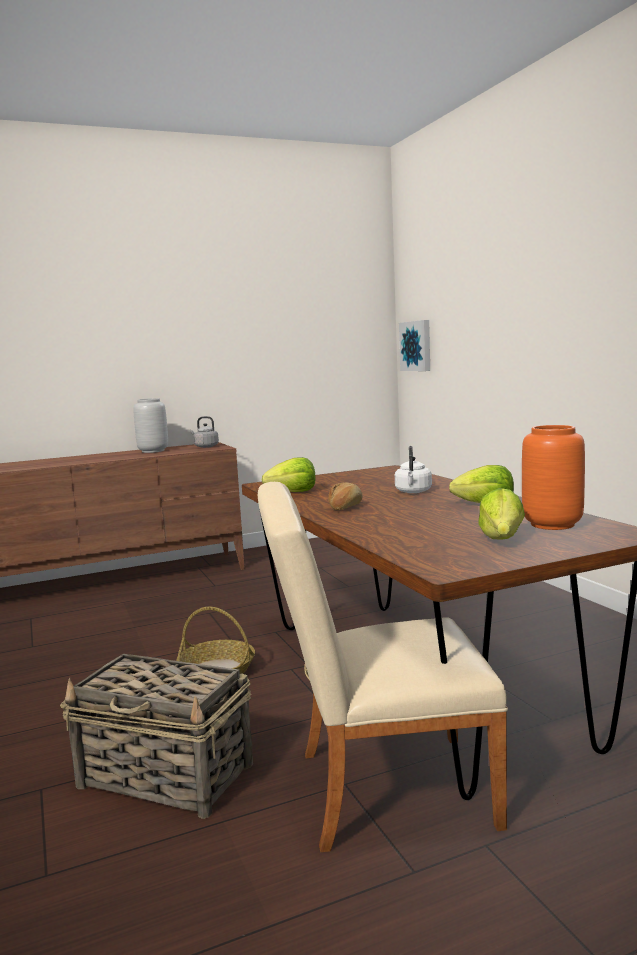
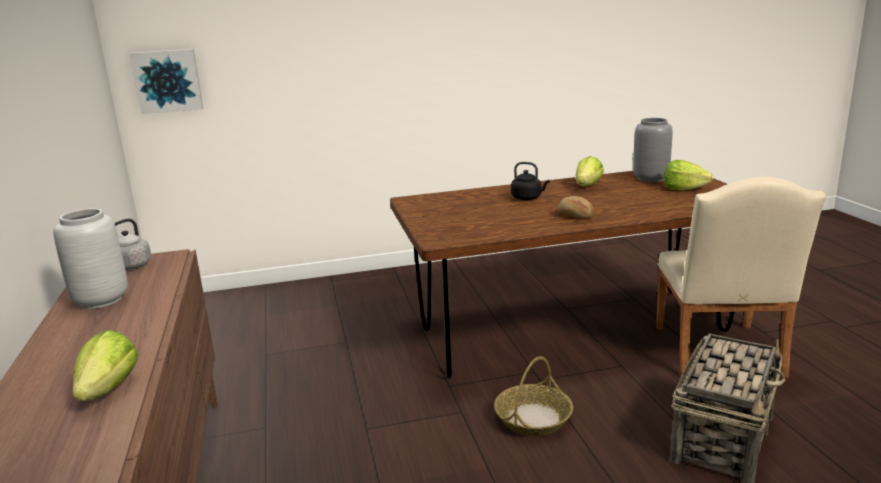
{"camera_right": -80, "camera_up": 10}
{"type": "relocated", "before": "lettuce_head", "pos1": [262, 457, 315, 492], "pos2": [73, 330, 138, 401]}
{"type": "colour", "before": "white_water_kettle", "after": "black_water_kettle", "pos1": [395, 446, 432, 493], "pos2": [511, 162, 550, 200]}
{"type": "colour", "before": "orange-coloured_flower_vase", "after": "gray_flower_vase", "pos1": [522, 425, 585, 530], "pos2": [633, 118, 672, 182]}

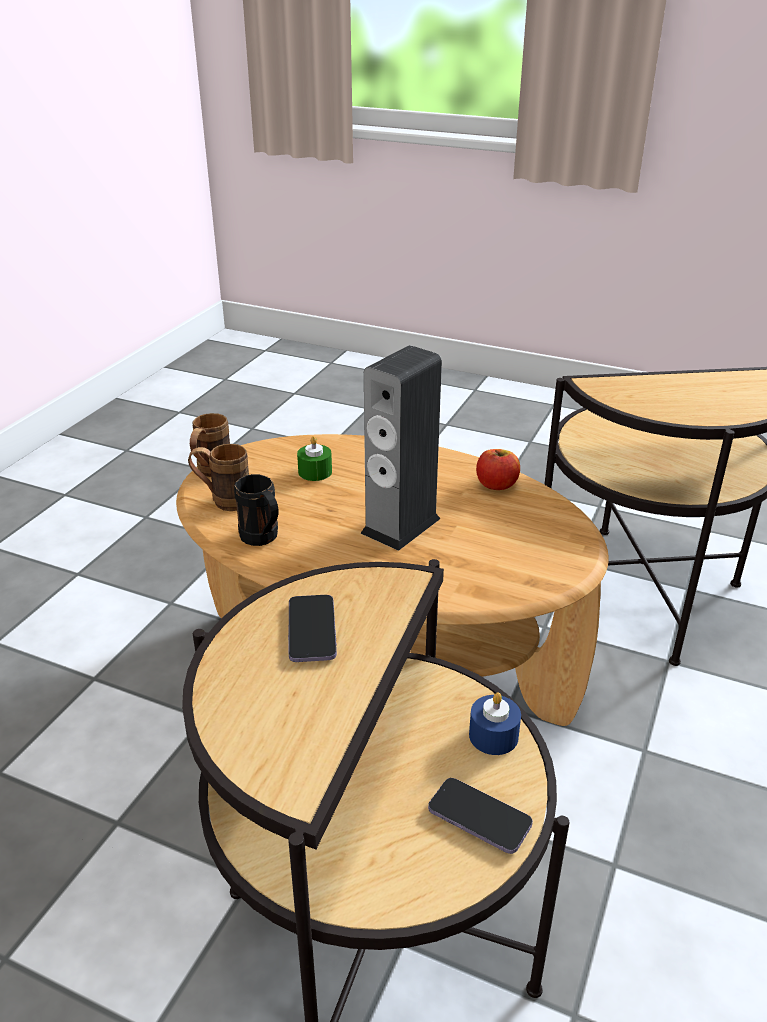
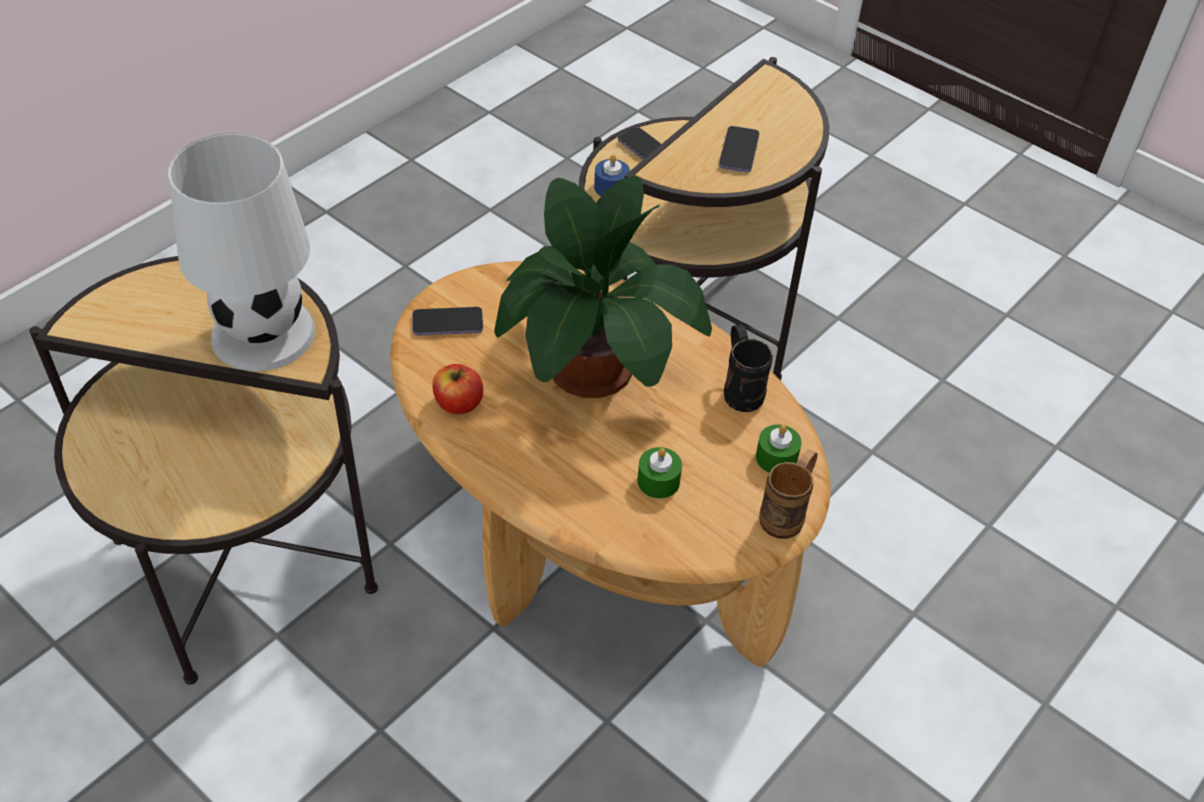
{"camera_right": -165, "camera_up": 15}
{"type": "exchanged", "before": "brownish_tea_mug", "after": "green_wax_light", "pos1": [188, 444, 249, 511], "pos2": [756, 424, 802, 473]}
{"type": "exchanged", "before": "audio_speaker", "after": "plant_in_a_pot", "pos1": [361, 345, 442, 551], "pos2": [494, 176, 712, 398]}
{"type": "appeared", "after": "white_table_lamp", "pos2": [168, 133, 315, 371]}
{"type": "appeared", "after": "handset", "pos2": [412, 307, 483, 336]}

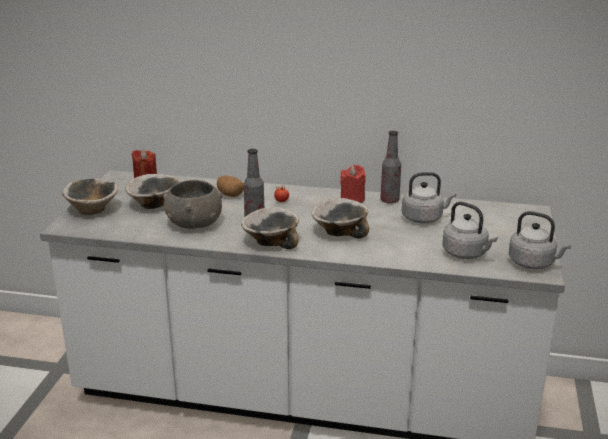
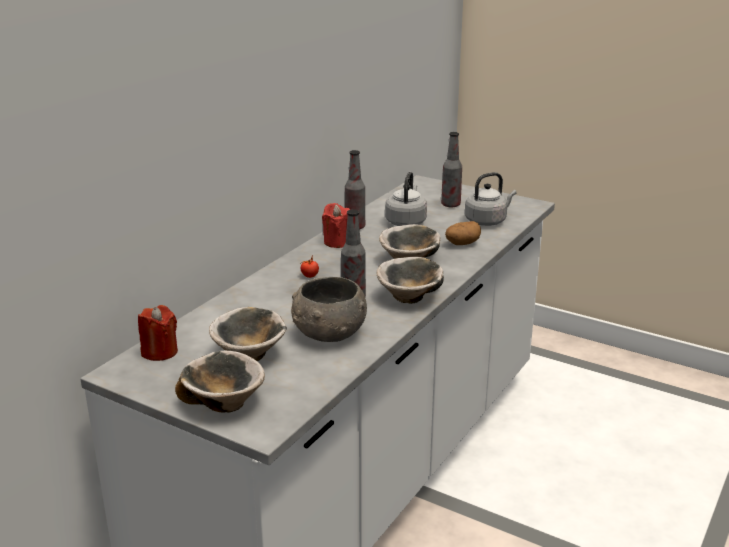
{"camera_right": -70, "camera_up": 0}
{"type": "relocated", "before": "spud", "pos1": [217, 176, 244, 197], "pos2": [445, 221, 481, 245]}
{"type": "missing", "before": "gray_water_kettle", "pos1": [508, 211, 572, 269]}
{"type": "appeared", "after": "drink_bottle", "pos2": [441, 132, 462, 208]}

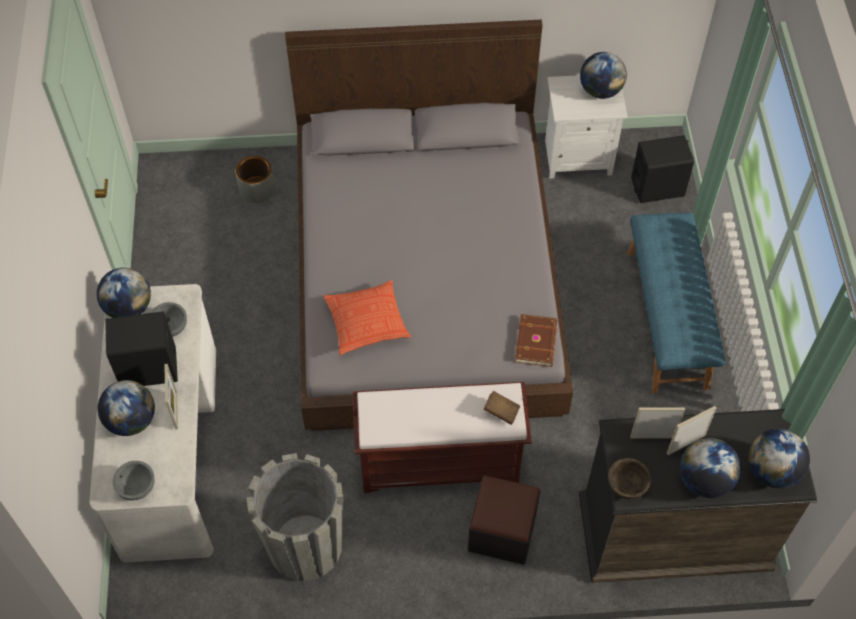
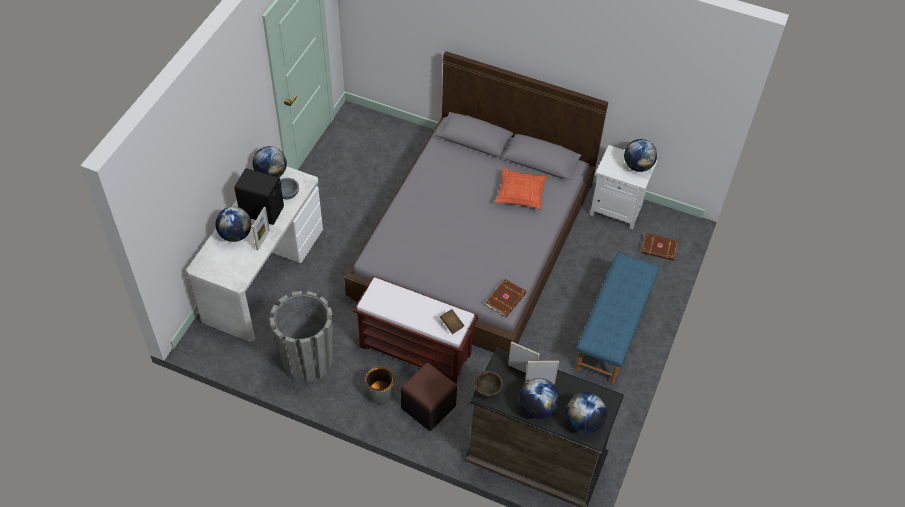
{"camera_right": 25, "camera_up": -5}
{"type": "missing", "before": "gray_deep_dish", "pos1": [113, 461, 155, 500]}
{"type": "relocated", "before": "gray_flower_pot", "pos1": [235, 156, 275, 203], "pos2": [365, 367, 395, 404]}
{"type": "relocated", "before": "orange-coloured_pillow", "pos1": [323, 280, 411, 355], "pos2": [495, 168, 548, 210]}
{"type": "exchanged", "before": "black_audio_speaker", "after": "brownish_book", "pos1": [631, 135, 694, 203], "pos2": [641, 233, 678, 261]}

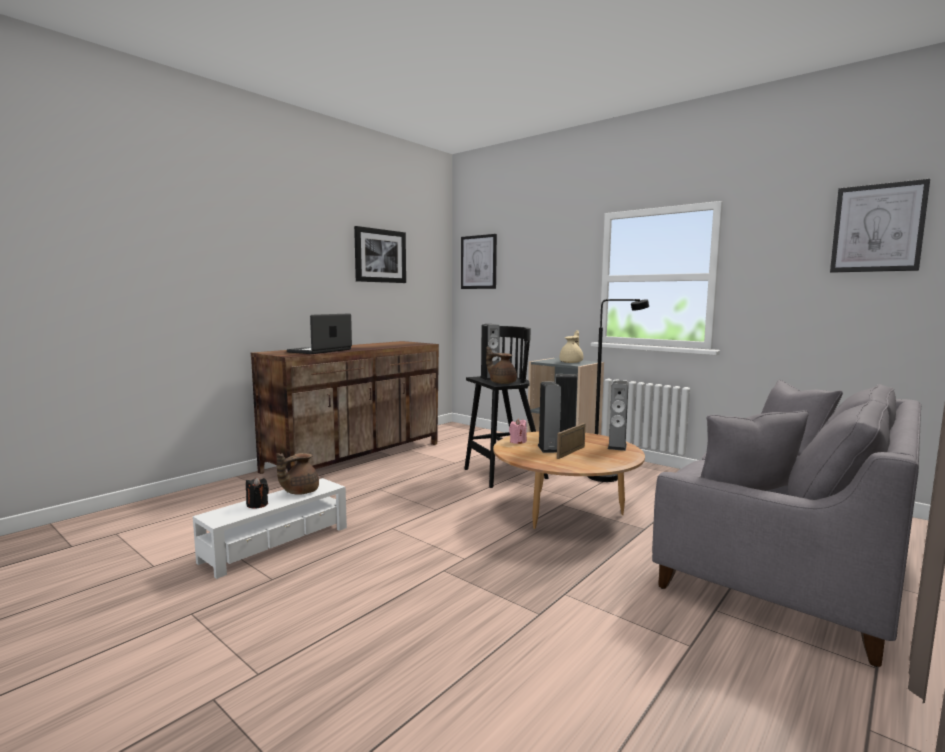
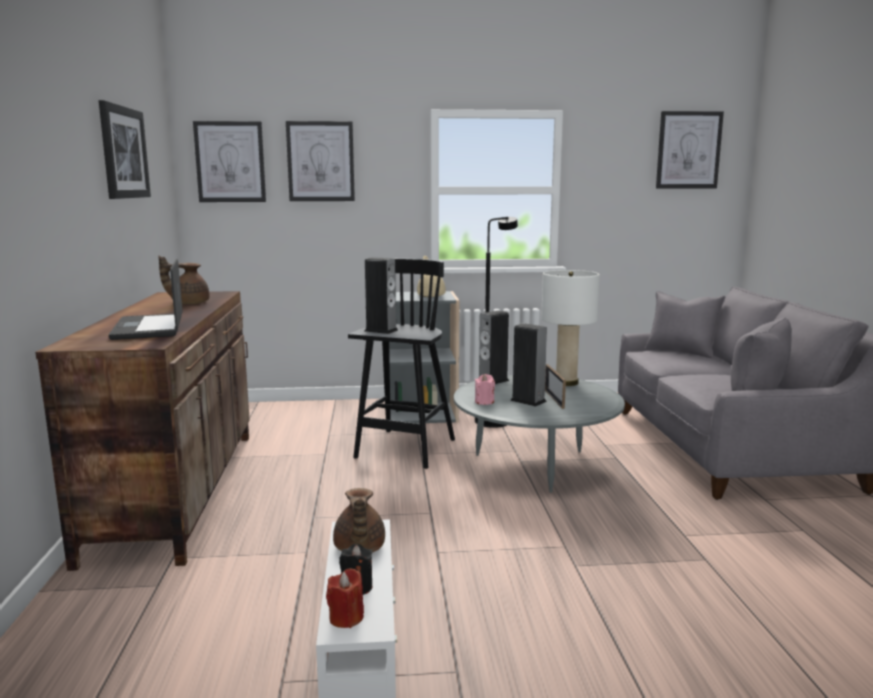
{"camera_right": -45, "camera_up": 5}
{"type": "relocated", "before": "brownish_tea_pot", "pos1": [486, 347, 517, 384], "pos2": [158, 256, 210, 304]}
{"type": "colour", "before": "brownish_low_table", "after": "gray_low_table", "pos1": [493, 431, 645, 529], "pos2": [454, 375, 625, 493]}
{"type": "exchanged", "before": "audio_speaker", "after": "white_table_lamp", "pos1": [608, 380, 629, 451], "pos2": [541, 270, 599, 386]}
{"type": "appeared", "after": "wall_art", "pos2": [286, 121, 355, 201]}
{"type": "appeared", "after": "reddish_wax_light", "pos2": [326, 569, 364, 628]}

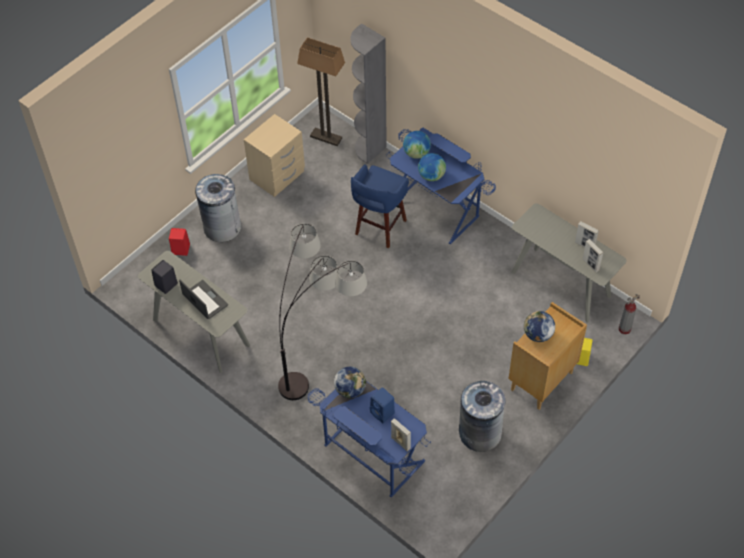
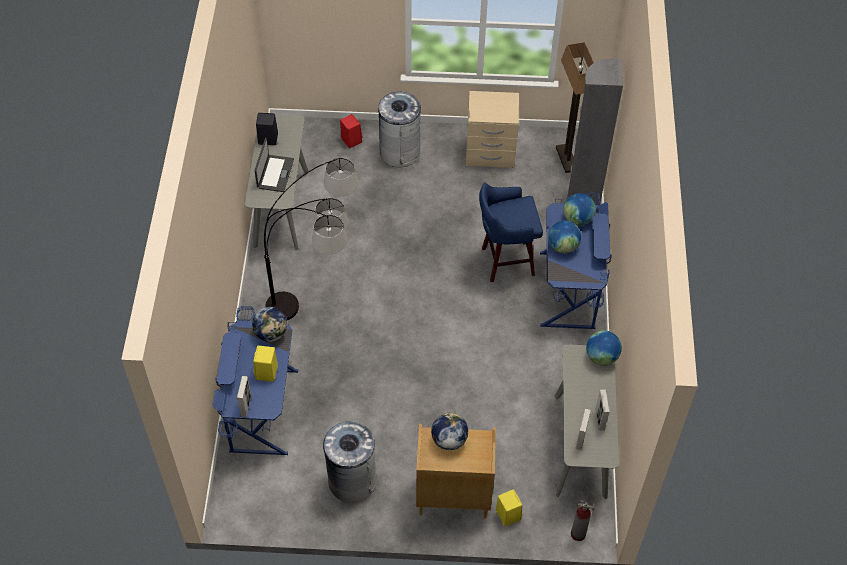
{"camera_right": 50, "camera_up": 0}
{"type": "colour", "before": "bluish_audio_speaker", "after": "yellow_audio_speaker", "pos1": [370, 387, 395, 423], "pos2": [253, 345, 278, 382]}
{"type": "appeared", "after": "globe", "pos2": [586, 331, 622, 366]}

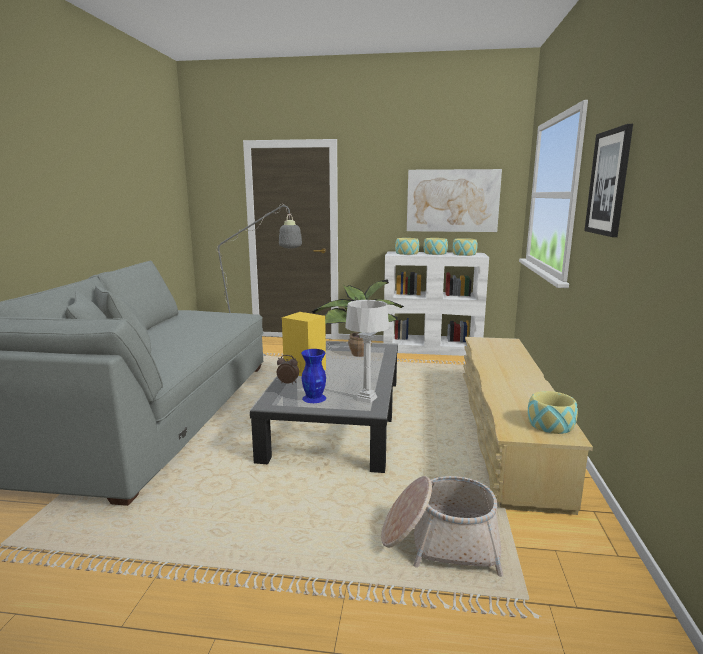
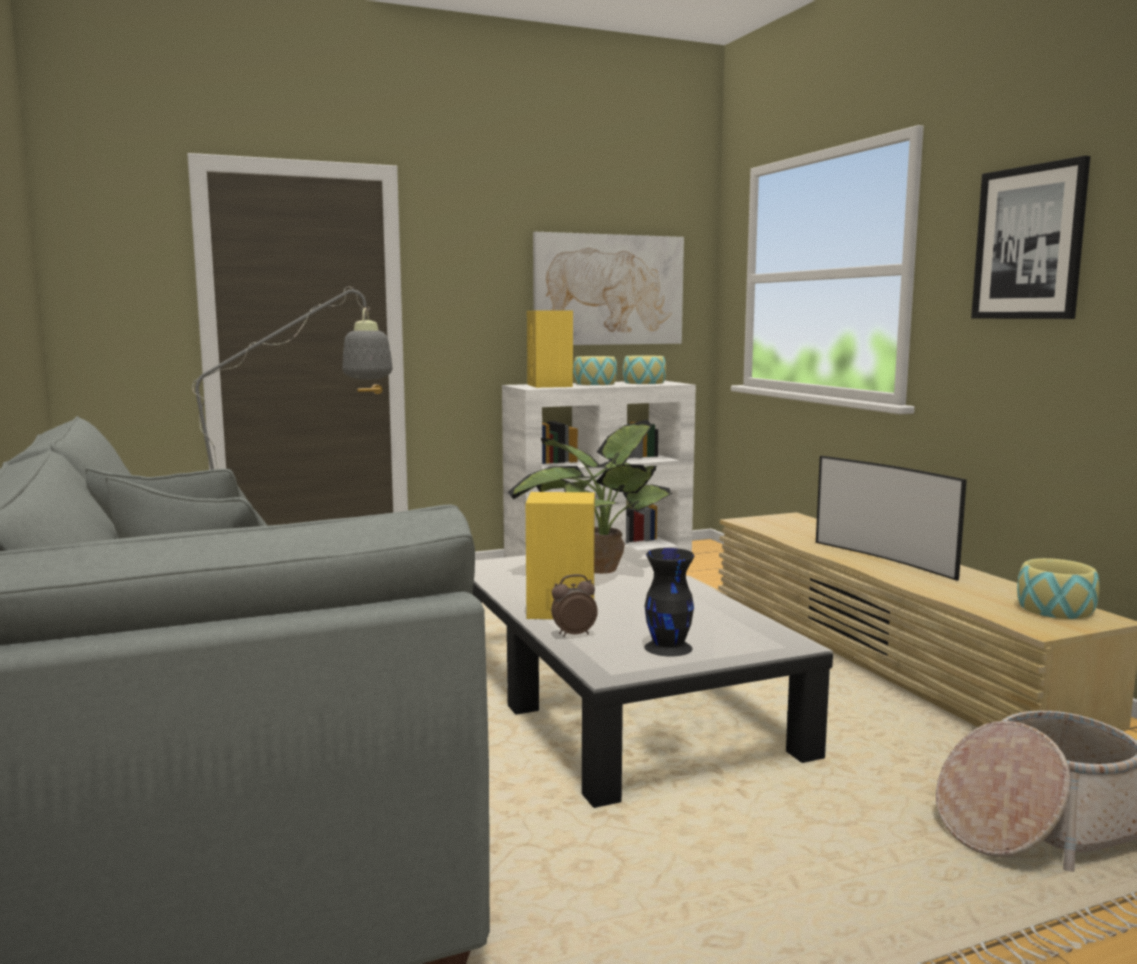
{"camera_right": -30, "camera_up": -5}
{"type": "colour", "before": "bluish_flower_vase", "after": "black_flower_vase", "pos1": [301, 349, 326, 403], "pos2": [644, 548, 695, 657]}
{"type": "missing", "before": "gray_table_lamp", "pos1": [345, 300, 389, 403]}
{"type": "exchanged", "before": "deep_dish", "after": "yellow_audio_speaker", "pos1": [395, 238, 419, 255], "pos2": [527, 311, 573, 388]}
{"type": "appeared", "after": "television", "pos2": [816, 456, 967, 581]}

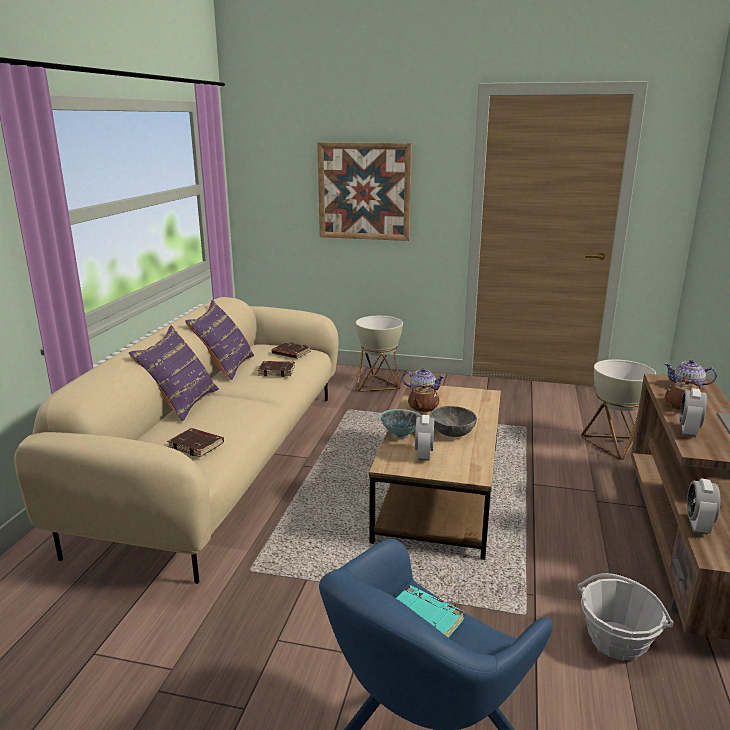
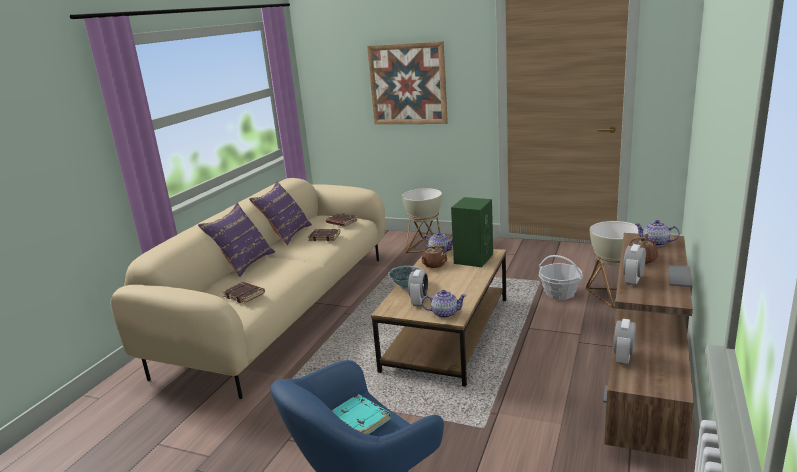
{"camera_right": 10, "camera_up": 0}
{"type": "missing", "before": "gray_deep_dish", "pos1": [430, 406, 477, 437]}
{"type": "relocated", "before": "storage_basket", "pos1": [578, 573, 674, 660], "pos2": [539, 255, 583, 300]}
{"type": "appeared", "after": "tea_pot", "pos2": [422, 290, 467, 318]}
{"type": "appeared", "after": "green_audio_speaker", "pos2": [451, 197, 493, 267]}

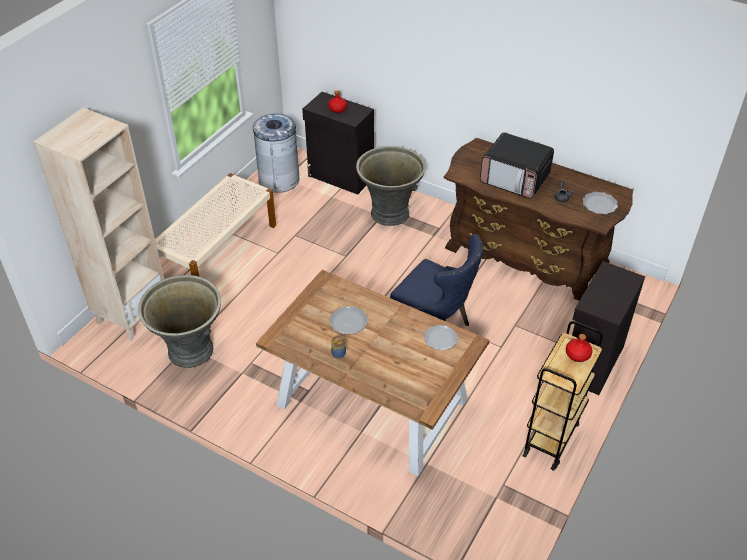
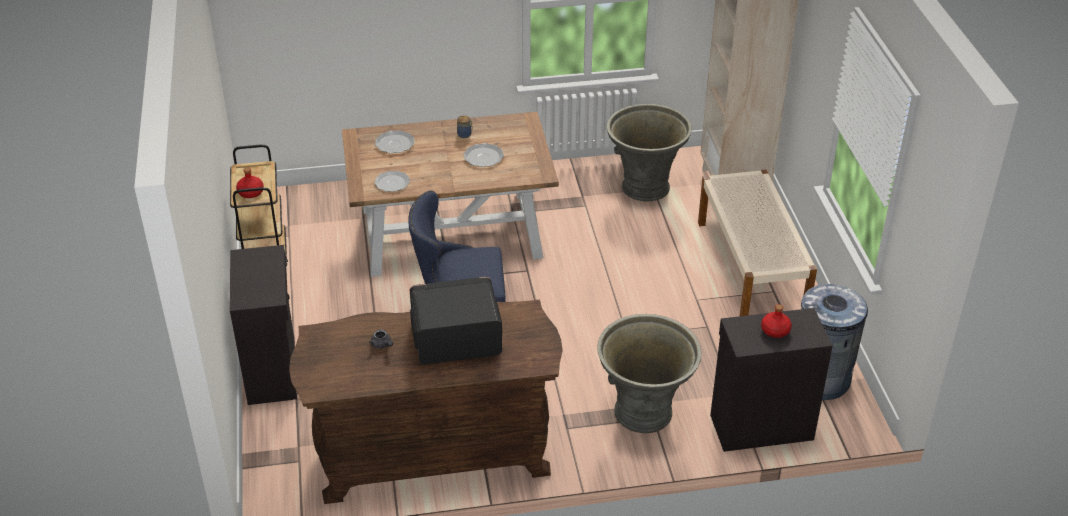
{"camera_right": 140, "camera_up": -5}
{"type": "relocated", "before": "plate", "pos1": [583, 192, 618, 214], "pos2": [375, 130, 415, 153]}

